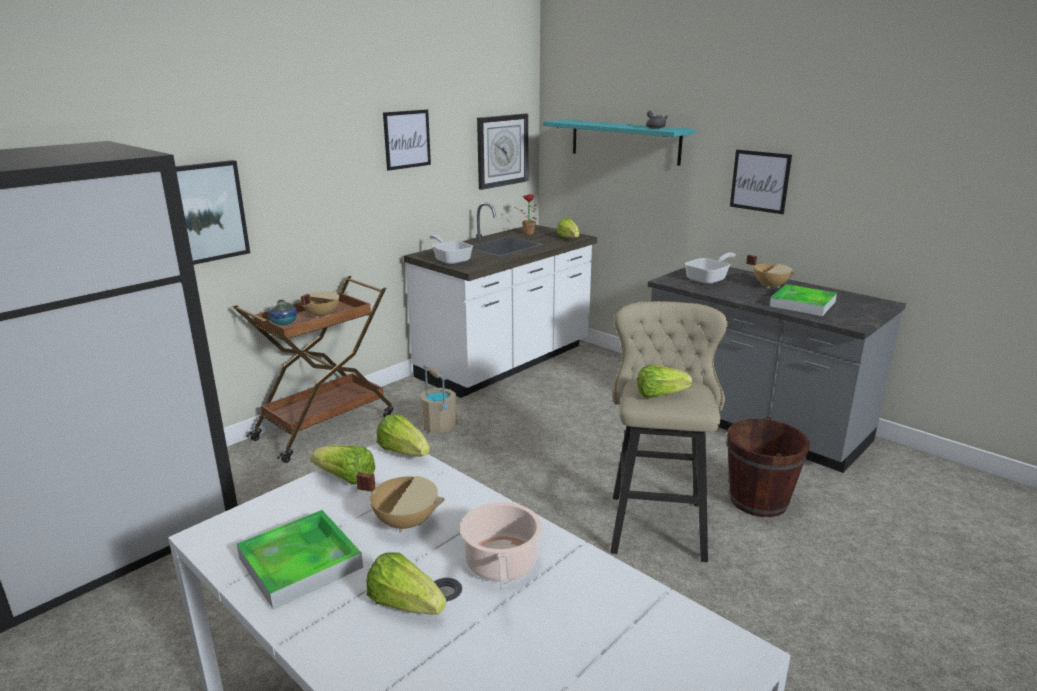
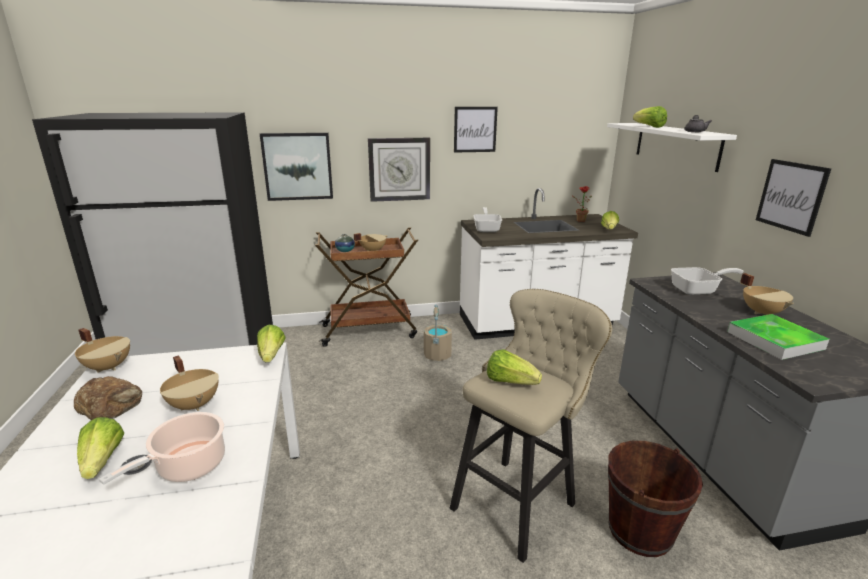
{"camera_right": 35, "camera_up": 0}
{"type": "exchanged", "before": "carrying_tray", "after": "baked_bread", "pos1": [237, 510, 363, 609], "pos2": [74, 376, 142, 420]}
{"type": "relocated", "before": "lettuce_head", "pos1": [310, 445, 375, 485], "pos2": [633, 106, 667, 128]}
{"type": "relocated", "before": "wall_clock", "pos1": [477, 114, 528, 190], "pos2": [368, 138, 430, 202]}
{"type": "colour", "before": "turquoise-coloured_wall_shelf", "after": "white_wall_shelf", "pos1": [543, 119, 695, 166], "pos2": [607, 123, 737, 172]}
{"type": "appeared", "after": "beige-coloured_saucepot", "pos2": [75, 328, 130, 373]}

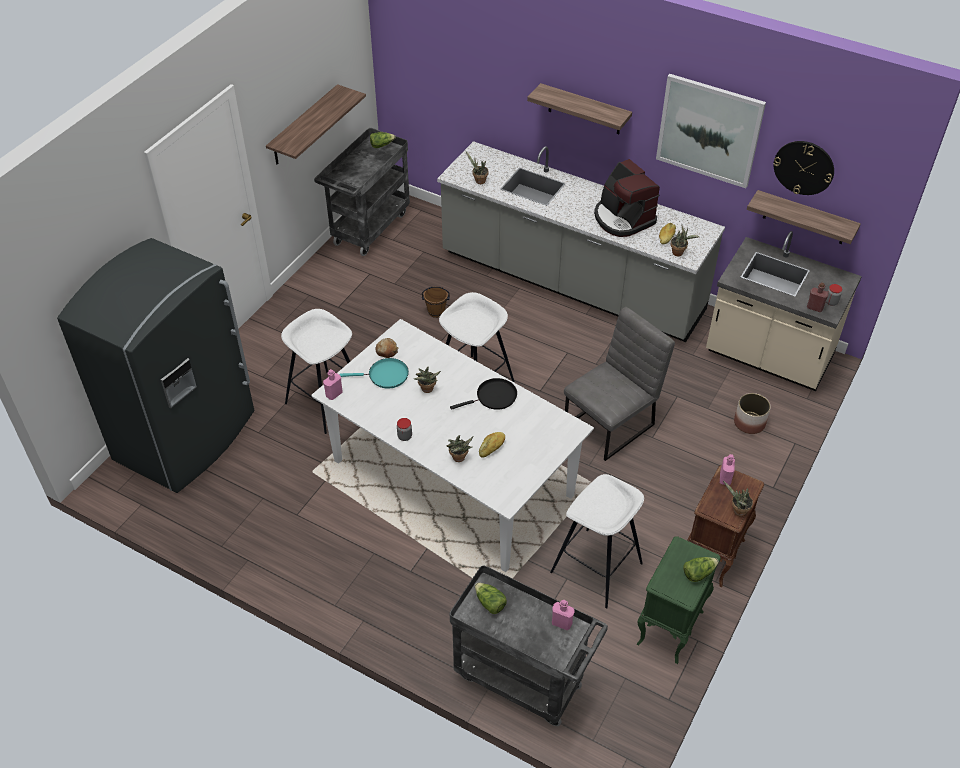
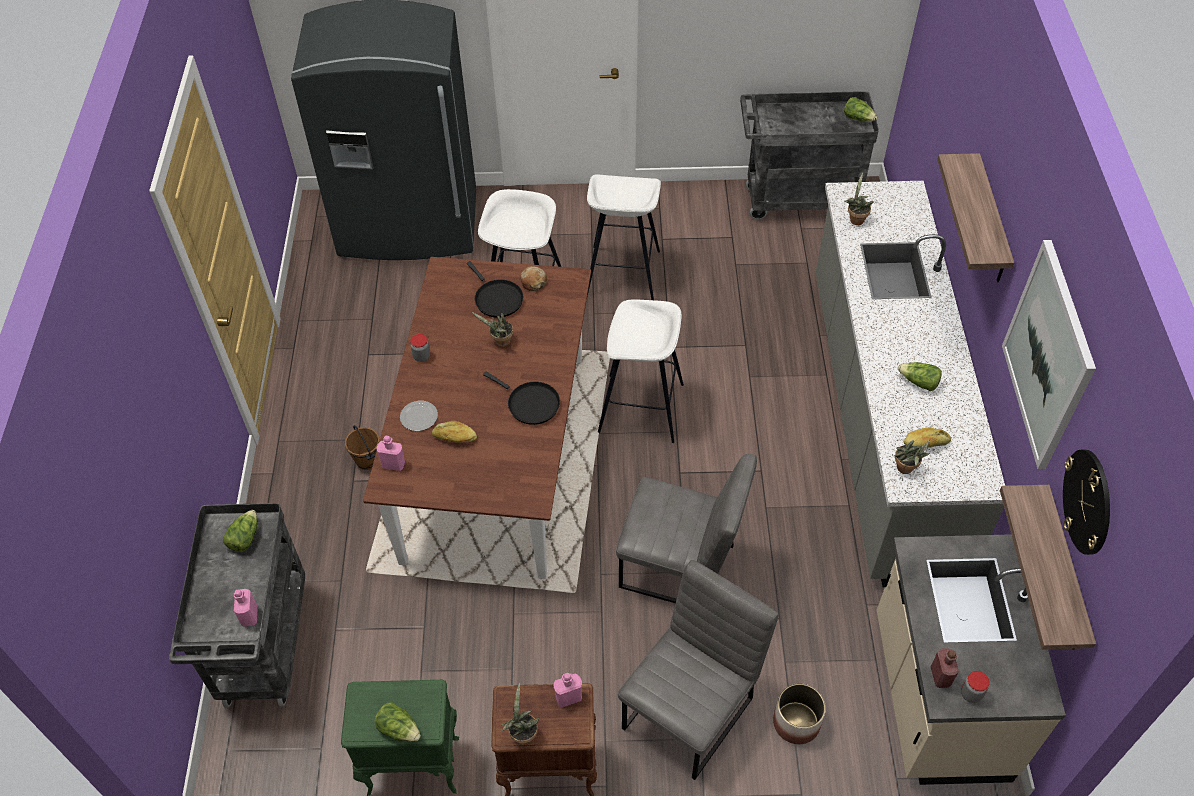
{"camera_right": 60, "camera_up": 5}
{"type": "missing", "before": "wall_shelf", "pos1": [266, 84, 366, 164]}
{"type": "colour", "before": "white_kitchen_table", "after": "brownish_kitchen_table", "pos1": [311, 319, 594, 572], "pos2": [363, 257, 591, 579]}
{"type": "relocated", "before": "pinkish_drink_bottle", "pos1": [323, 369, 343, 400], "pos2": [377, 436, 405, 471]}
{"type": "colour", "before": "turquoise-coloured_skillet", "after": "black_skillet", "pos1": [340, 358, 409, 389], "pos2": [467, 261, 523, 318]}
{"type": "relocated", "before": "brownish_pail", "pos1": [422, 286, 450, 318], "pos2": [345, 425, 380, 470]}
{"type": "exchanged", "before": "plant_in_a_pot", "after": "plate", "pos1": [447, 435, 473, 462], "pos2": [400, 401, 438, 431]}
{"type": "relocated", "before": "white_sitting_stool", "pos1": [550, 474, 644, 608], "pos2": [587, 174, 661, 300]}
{"type": "exchanged", "before": "coffee_maker", "after": "lettuce_head", "pos1": [594, 159, 660, 237], "pos2": [898, 362, 942, 391]}
{"type": "appeared", "after": "gray_plain_chair", "pos2": [618, 560, 778, 780]}

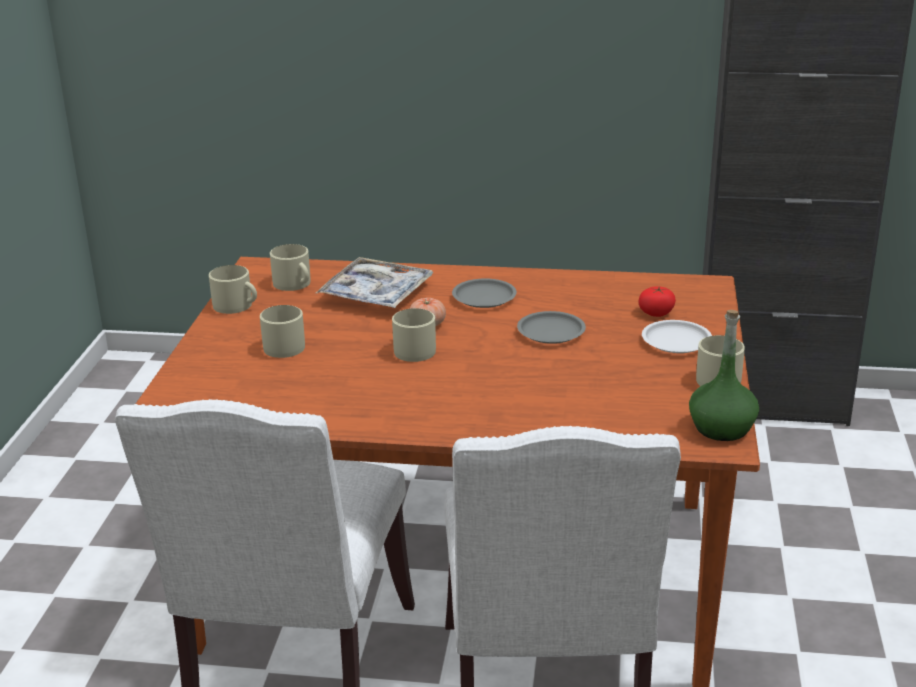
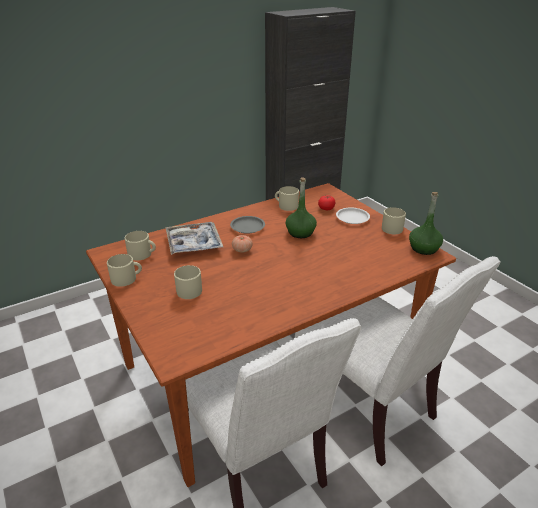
{"camera_right": -40, "camera_up": 5}
{"type": "relocated", "before": "beige-coloured_tea_mug", "pos1": [392, 308, 436, 362], "pos2": [275, 186, 299, 211]}
{"type": "exchanged", "before": "gray_plate", "after": "green_drink_bottle", "pos1": [517, 311, 586, 344], "pos2": [286, 178, 317, 238]}

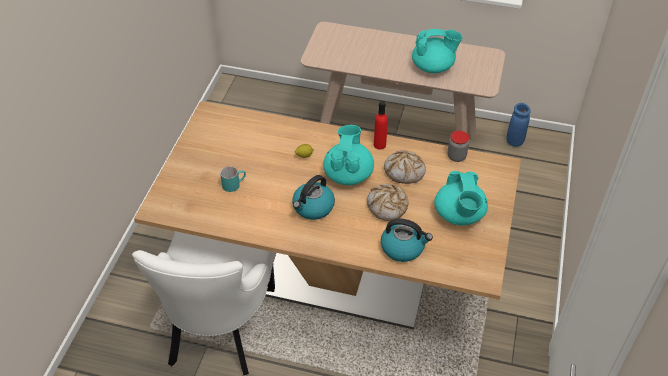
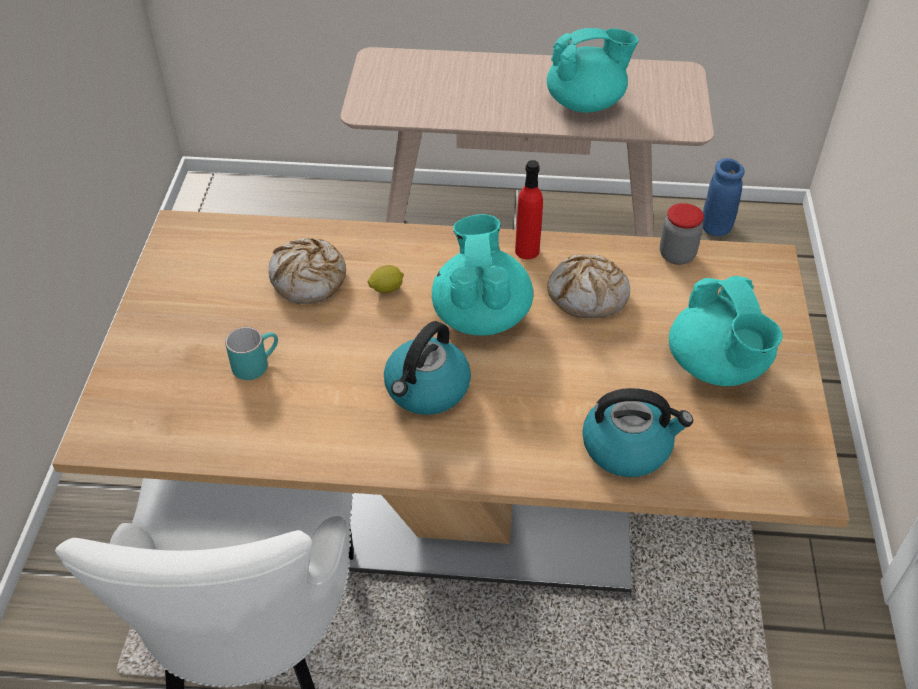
{"camera_right": -10, "camera_up": 0}
{"type": "relocated", "before": "baked_bread", "pos1": [367, 184, 409, 221], "pos2": [269, 238, 346, 304]}

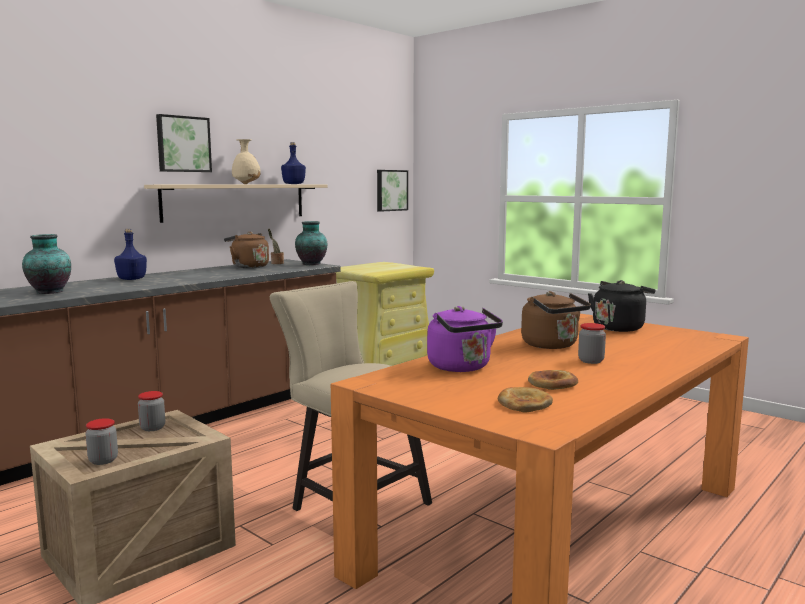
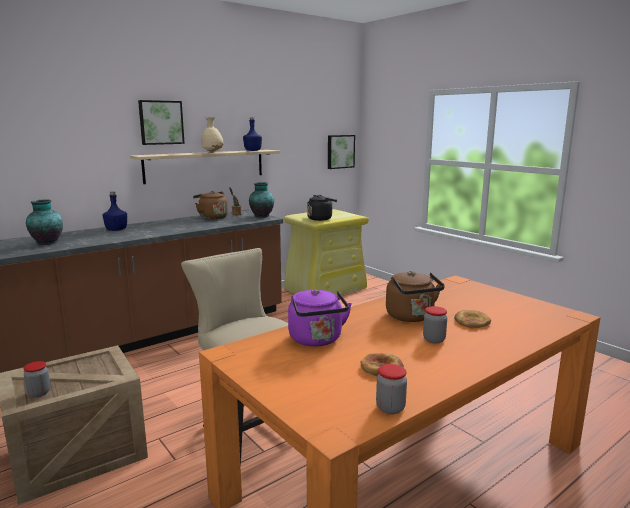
{"camera_right": 10, "camera_up": 5}
{"type": "relocated", "before": "storage_jar", "pos1": [138, 391, 165, 431], "pos2": [376, 364, 407, 414]}
{"type": "relocated", "before": "baked_bread", "pos1": [498, 387, 553, 413], "pos2": [454, 310, 491, 329]}
{"type": "relocated", "before": "black_water_kettle", "pos1": [588, 280, 655, 332], "pos2": [307, 195, 337, 221]}

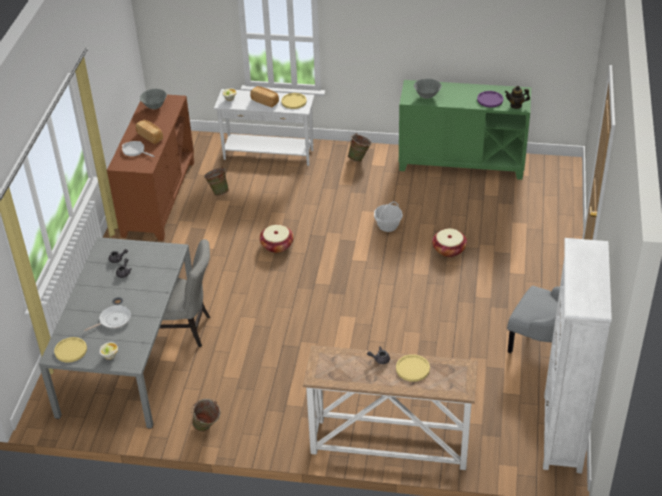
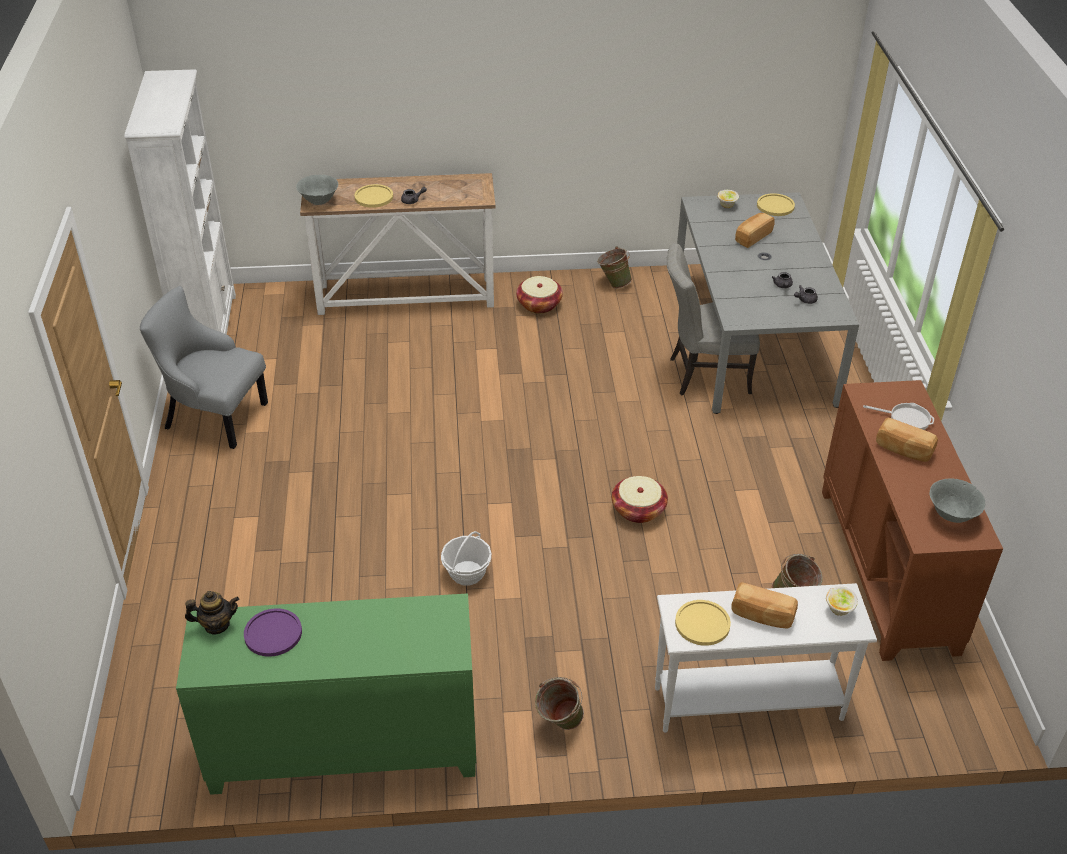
{"camera_right": 165, "camera_up": 0}
{"type": "exchanged", "before": "skillet", "after": "baked_bread", "pos1": [84, 305, 131, 331], "pos2": [735, 213, 774, 248]}
{"type": "relocated", "before": "gray_deep_dish", "pos1": [414, 79, 442, 99], "pos2": [296, 175, 338, 205]}
{"type": "relocated", "before": "storage_basket", "pos1": [432, 229, 467, 257], "pos2": [516, 276, 563, 314]}

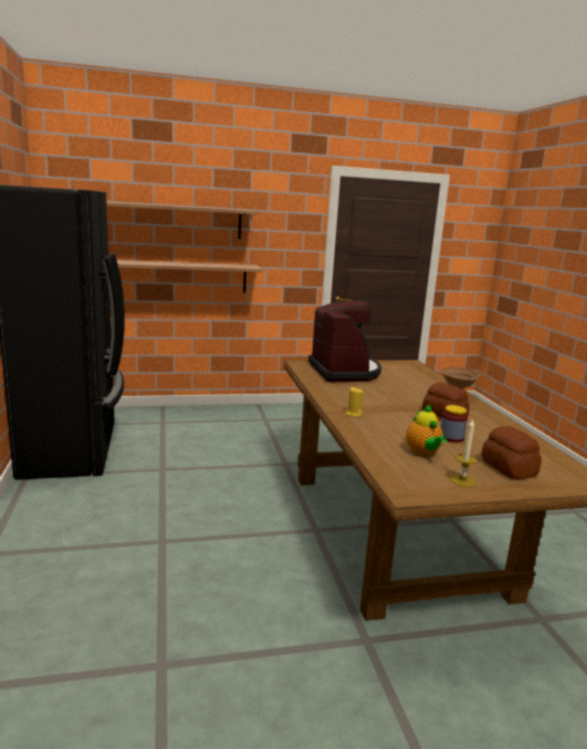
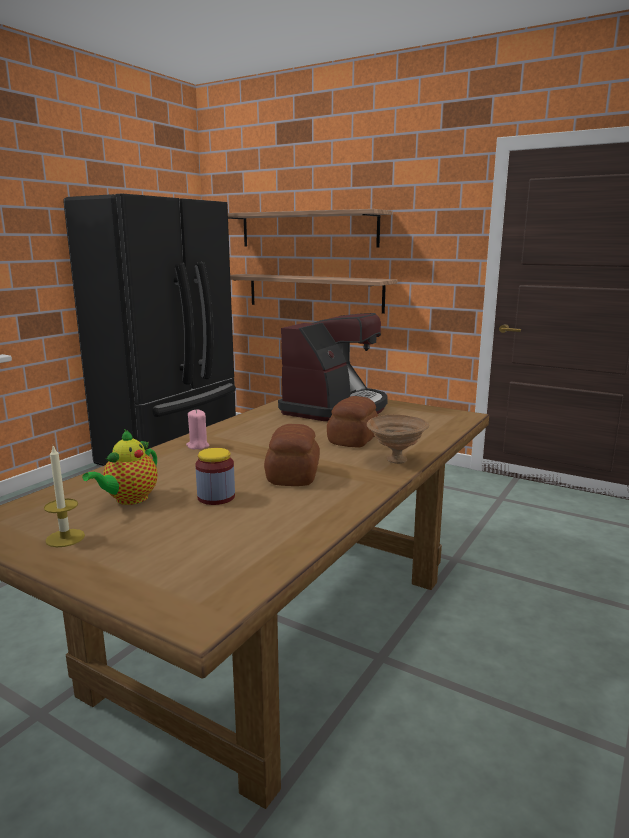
{"camera_right": 45, "camera_up": 0}
{"type": "colour", "before": "yellow_wax_light", "after": "pinkish_wax_light", "pos1": [345, 387, 363, 417], "pos2": [186, 409, 210, 449]}
{"type": "relocated", "before": "baked_bread", "pos1": [482, 426, 542, 479], "pos2": [327, 396, 378, 447]}

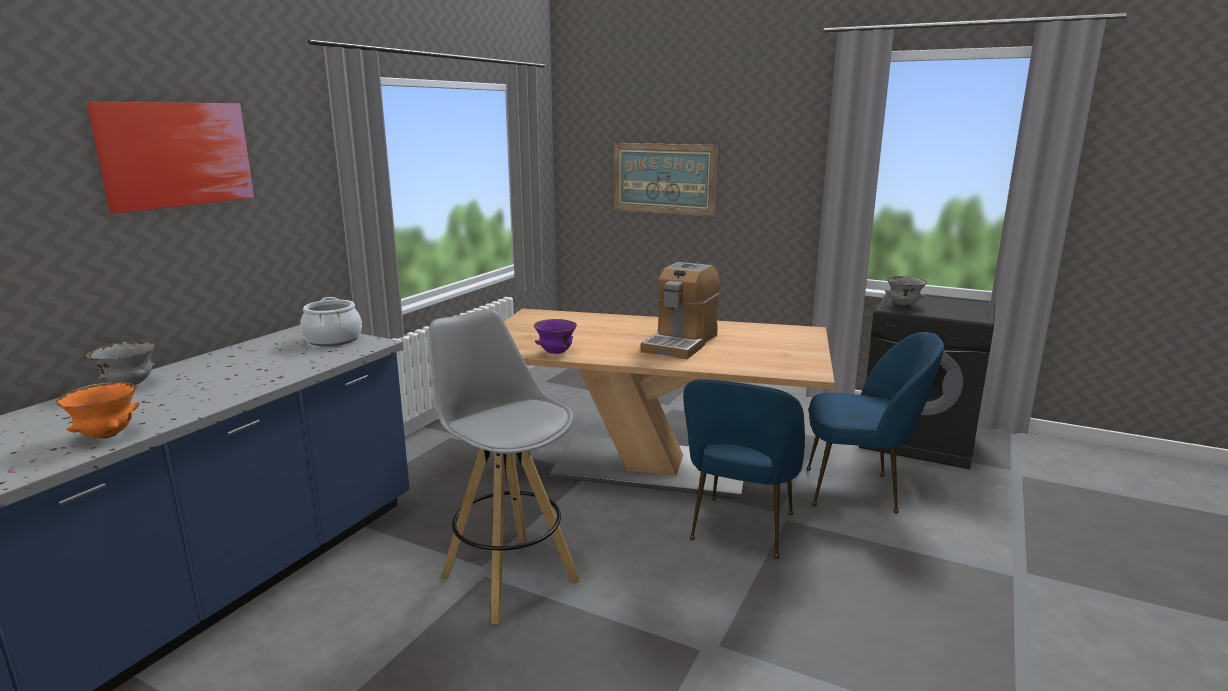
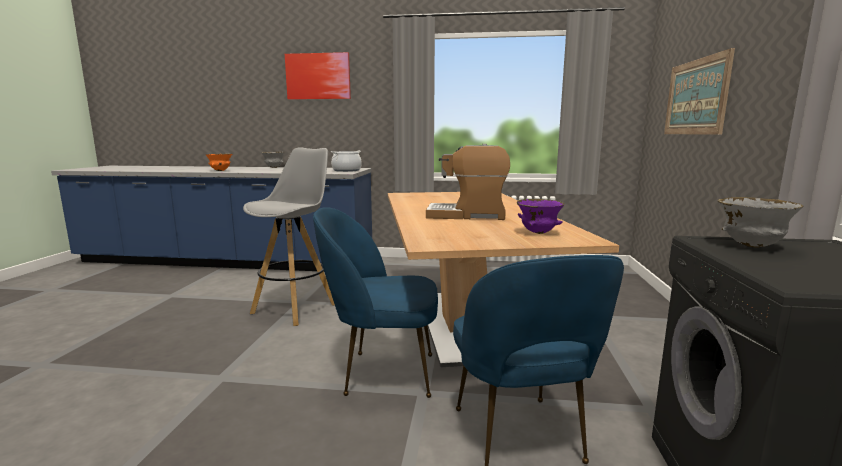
{"camera_right": 70, "camera_up": -5}
{"type": "relocated", "before": "purple_deep_dish", "pos1": [534, 319, 577, 354], "pos2": [517, 199, 565, 234]}

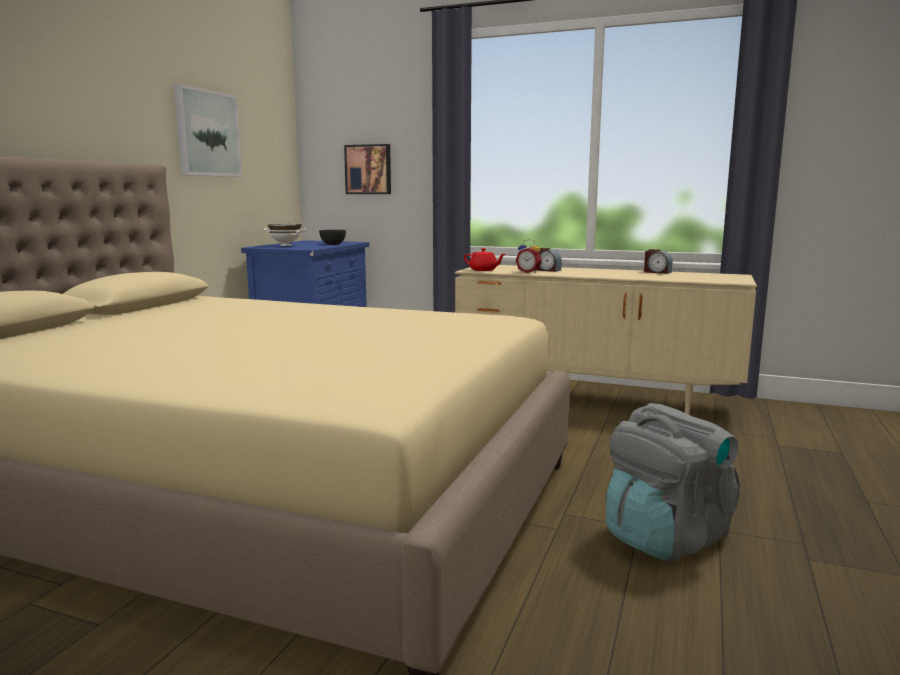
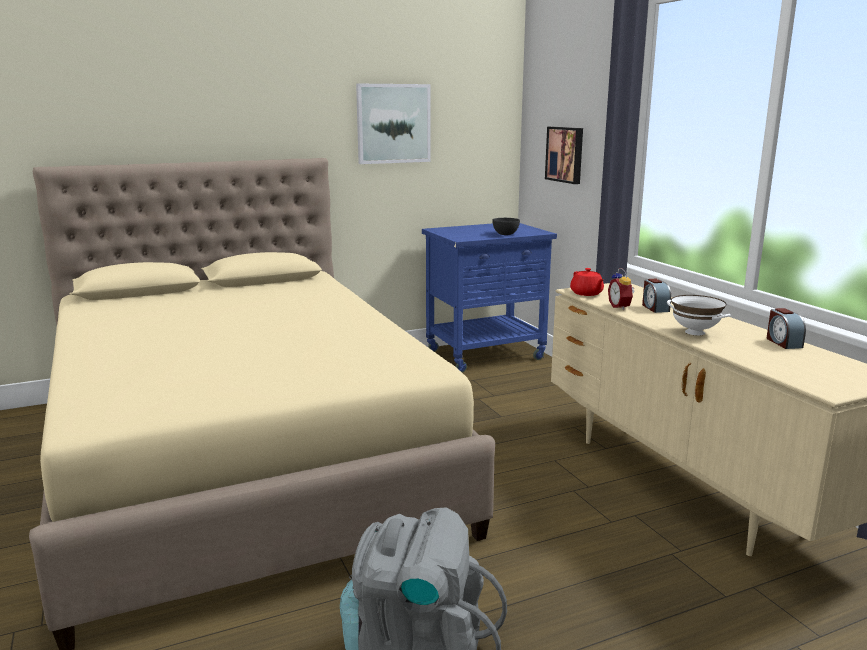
{"camera_right": 45, "camera_up": 5}
{"type": "relocated", "before": "white_deep_dish", "pos1": [264, 224, 306, 246], "pos2": [667, 295, 731, 335]}

